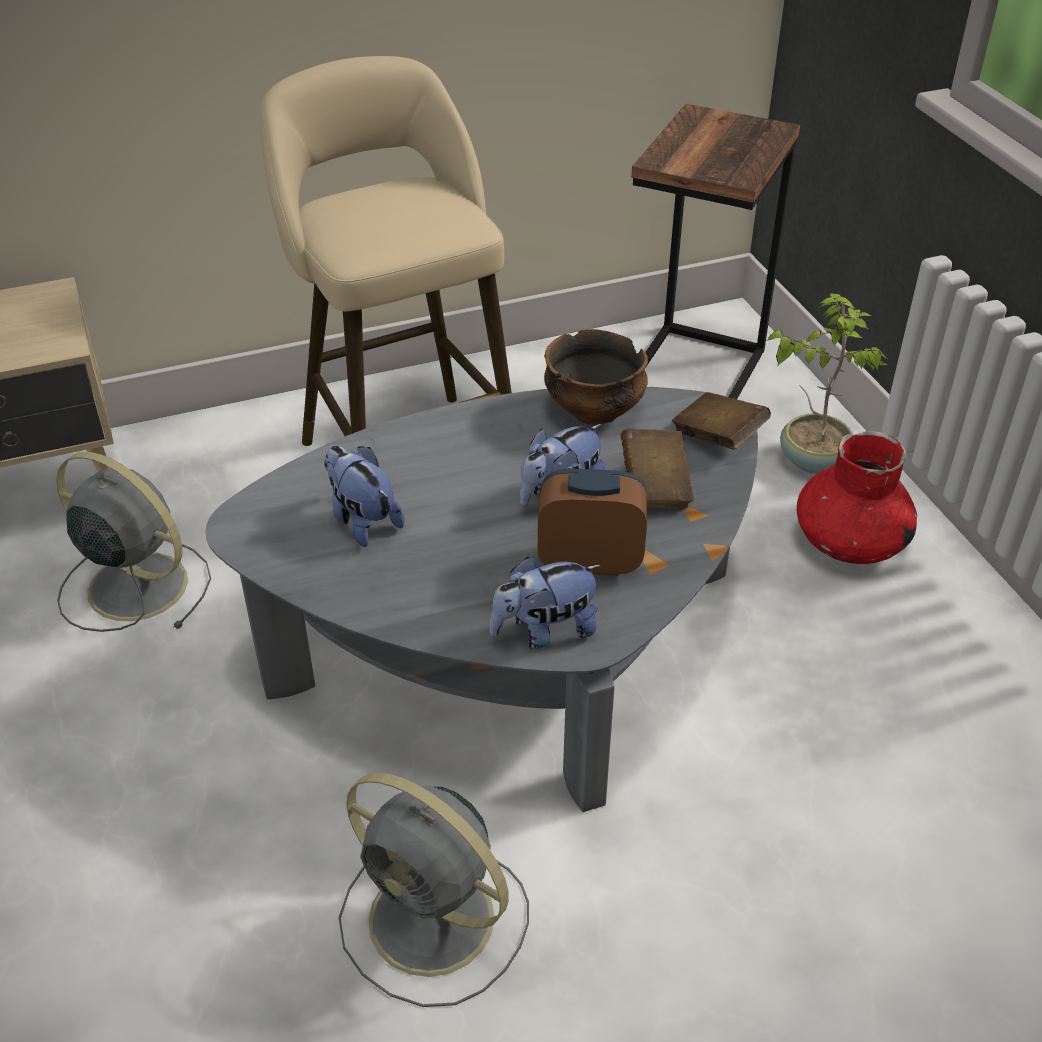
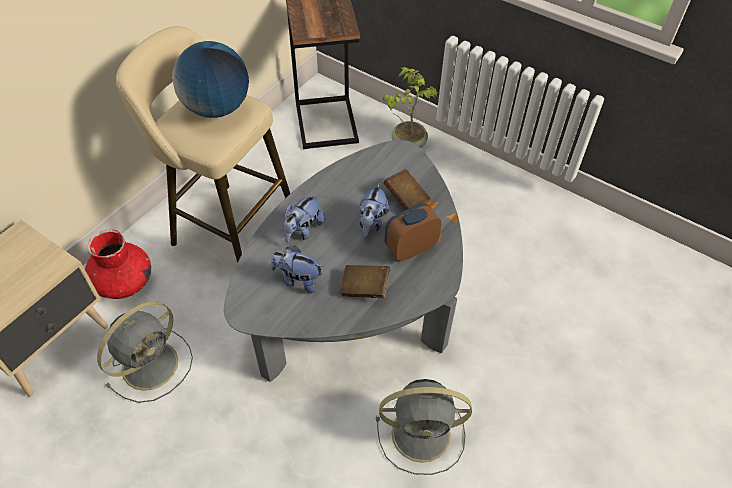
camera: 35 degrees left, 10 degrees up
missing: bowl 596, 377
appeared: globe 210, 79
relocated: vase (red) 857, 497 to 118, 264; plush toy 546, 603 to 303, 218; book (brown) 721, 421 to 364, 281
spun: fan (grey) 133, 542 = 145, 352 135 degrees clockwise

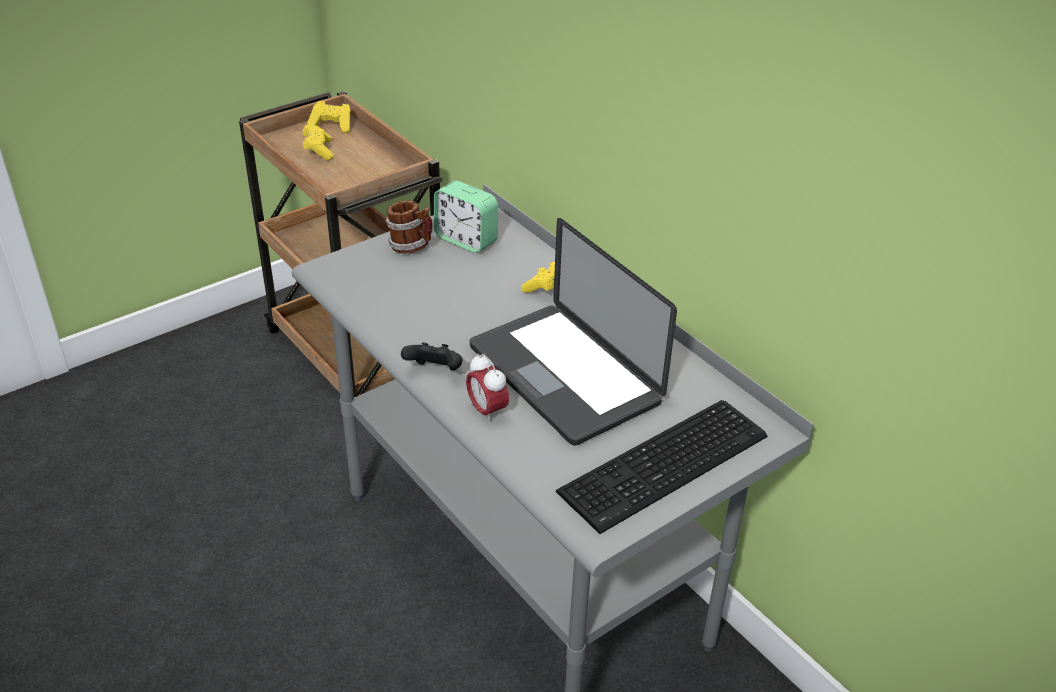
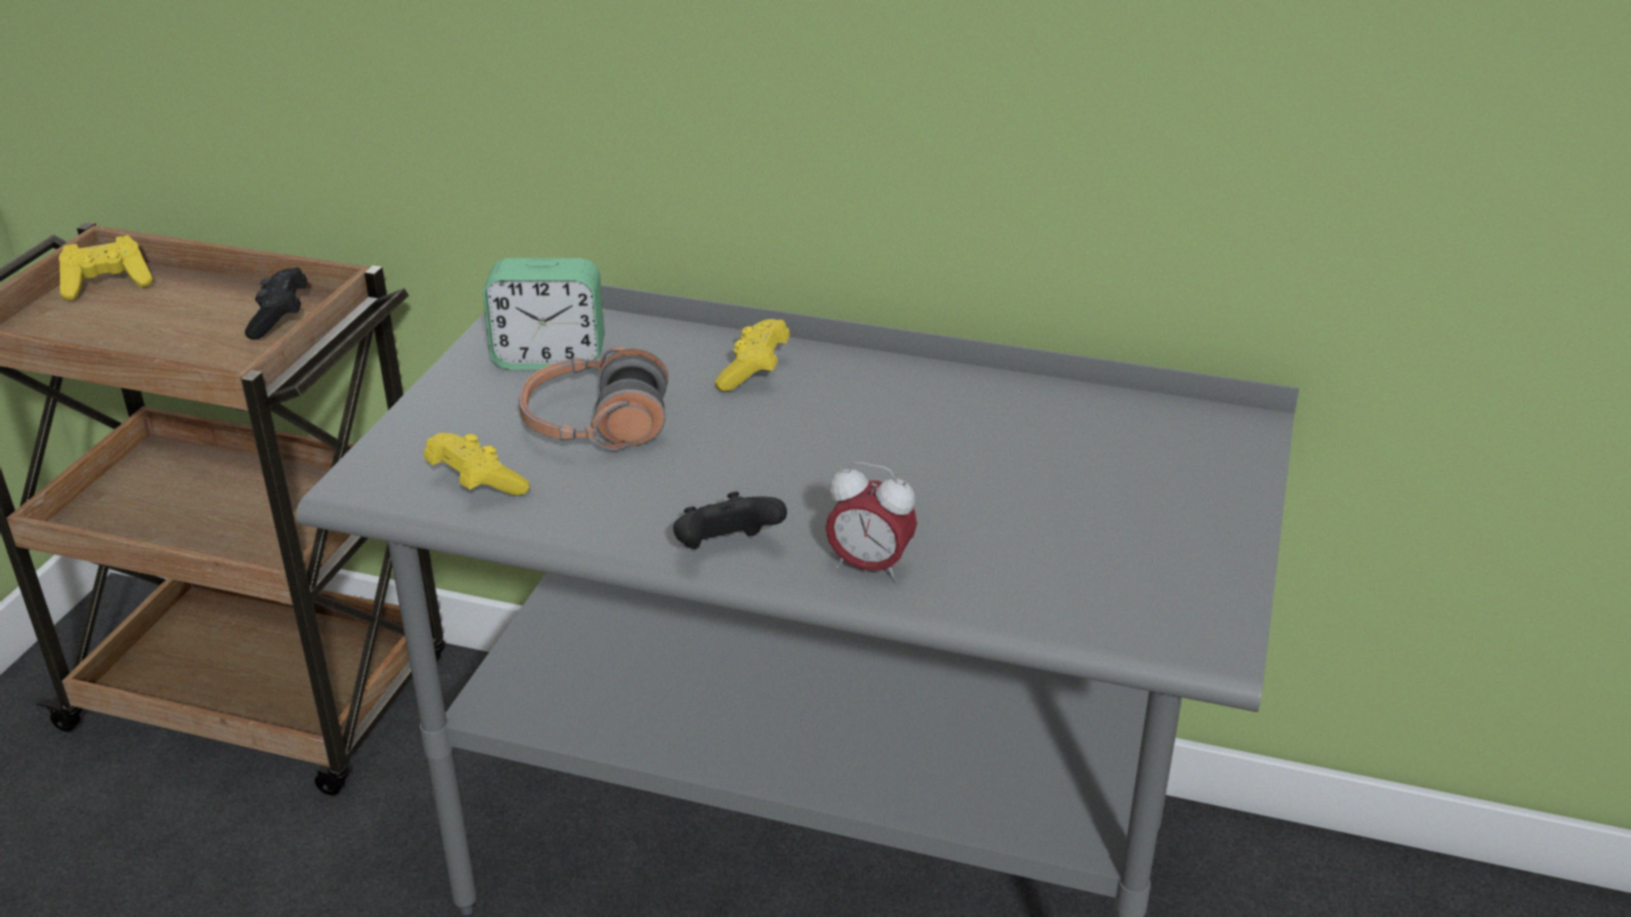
camera: 35 degrees left, 5 degrees down
missing: mug 409, 227; laptop 573, 332; keyboard 661, 467
appeared: game controller (black) 276, 303; headphones 594, 398
relocated: game controller (yellow) 318, 142 to 477, 464

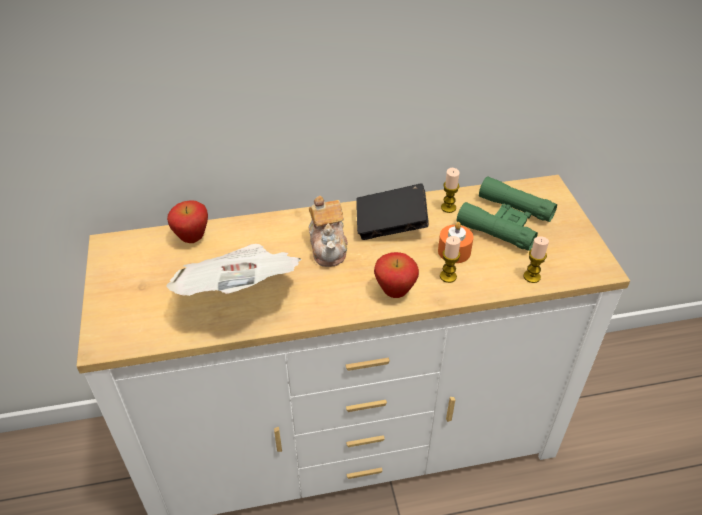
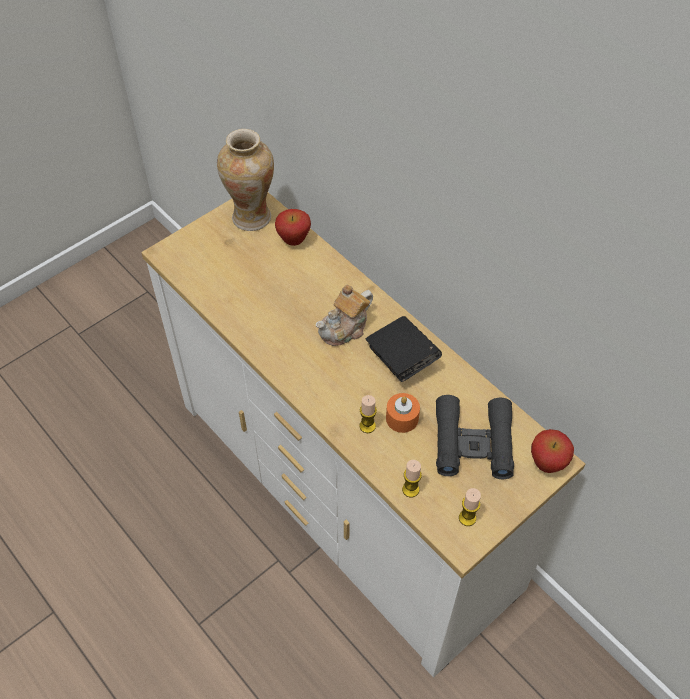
camera: 60 degrees right, 10 degrees up
missing: newspaper 234, 270
appeared: vase 245, 180
relocated: candle 450, 190 to 470, 507; apple 396, 275 to 552, 451
colour: binoculars (green) 507, 213 to binoculars (black) 475, 437

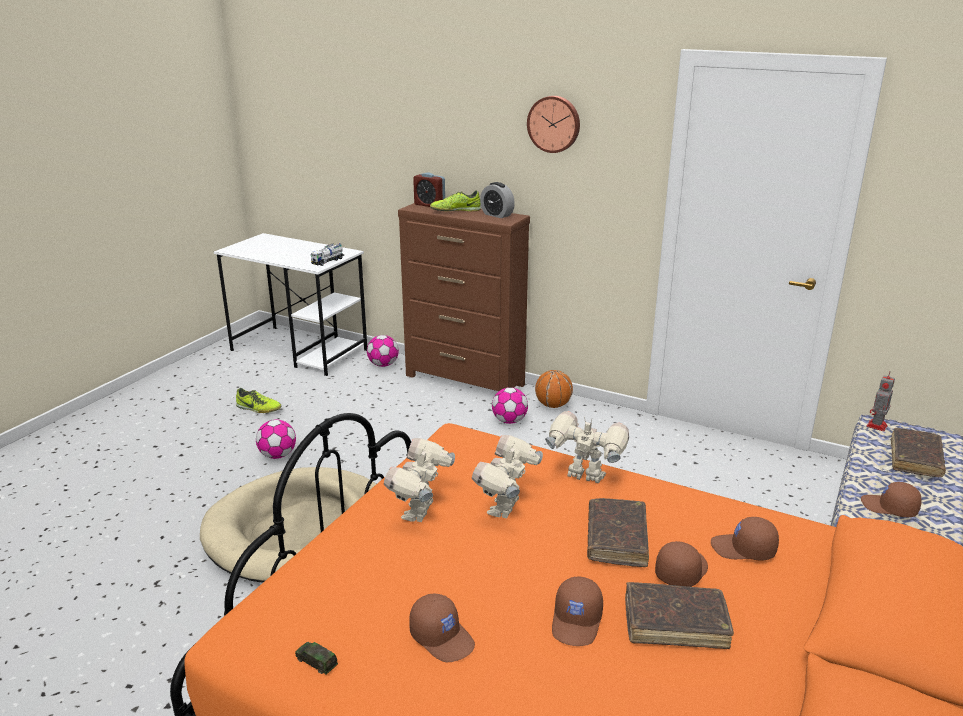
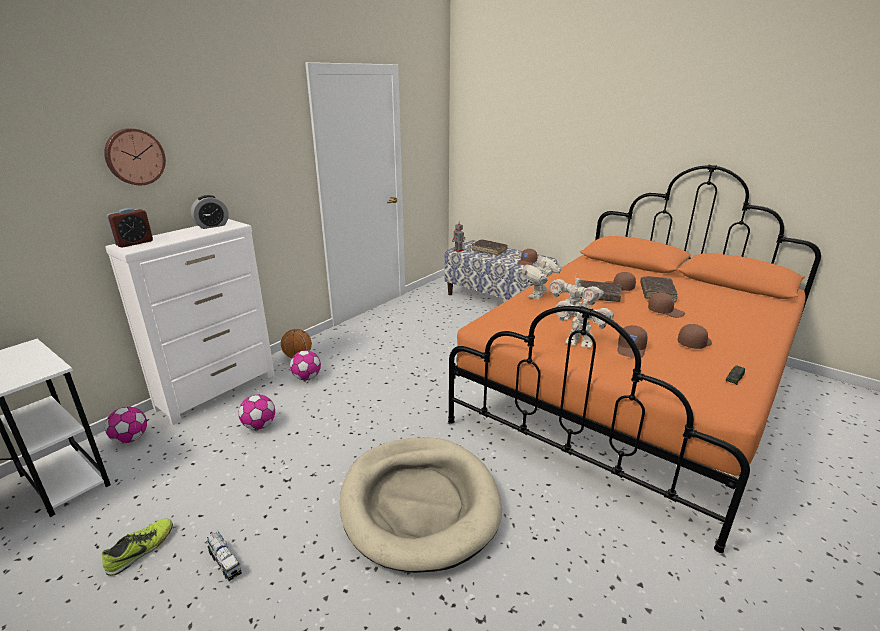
camera: 80 degrees left, 0 degrees up
missing: shoe 455, 200
relocated: wall clock 553, 124 to 135, 156; toy truck 327, 254 to 224, 556; football 276, 439 to 256, 412; cap (brown) 745, 539 to 633, 341
colour: dresser (brown) 464, 297 to dresser (white) 190, 322

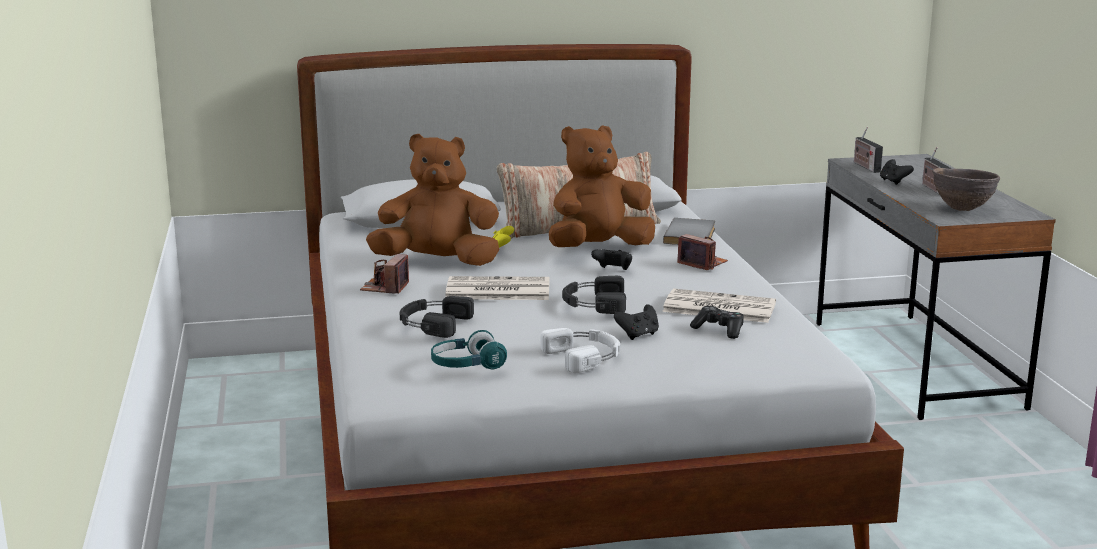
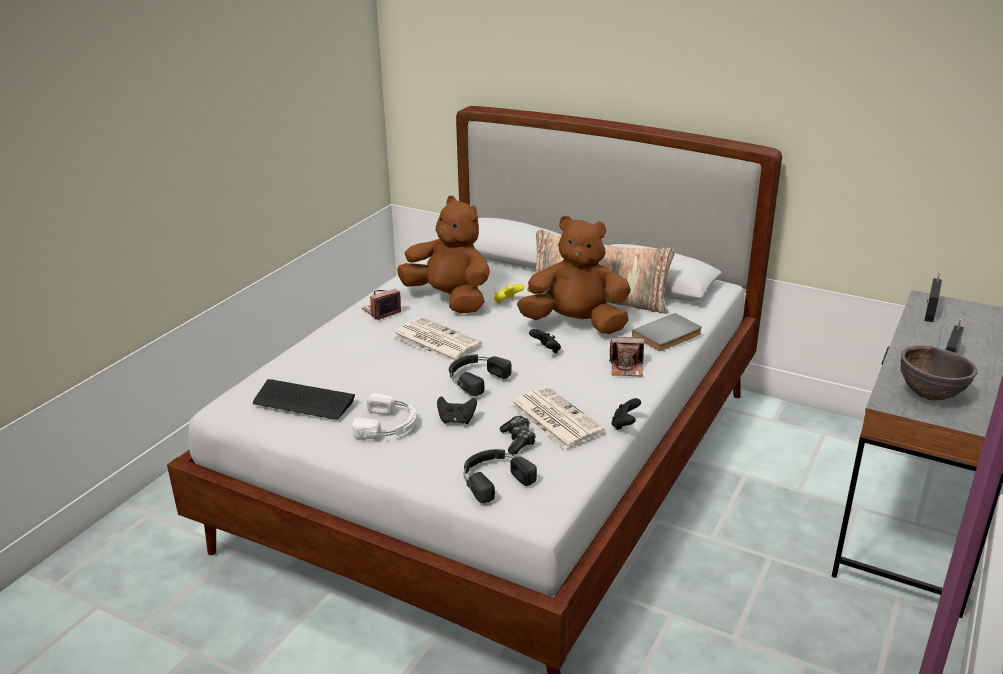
camera: 40 degrees right, 10 degrees up
relocated: headphones (black) 437, 317 to 500, 476; game controller (black) 897, 172 to 626, 414
exchanged: headphones (turquoise) 469, 350 to keyboard 304, 399
spun: photo camera 702, 252 = 626, 356 105 degrees clockwise

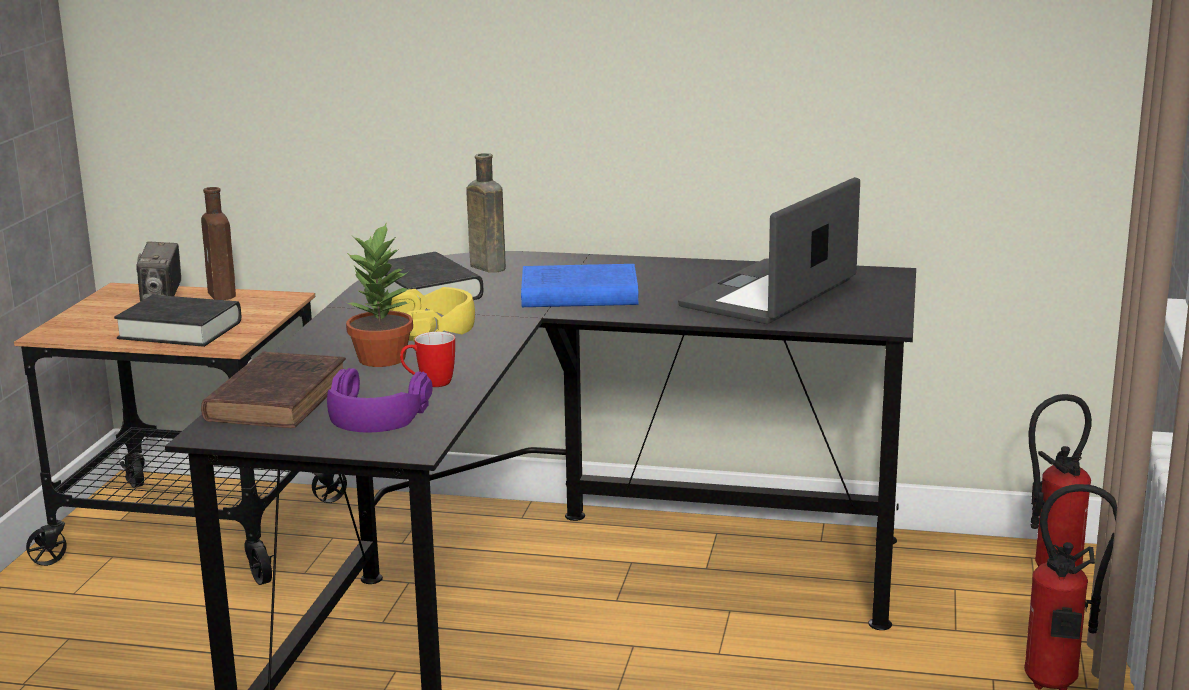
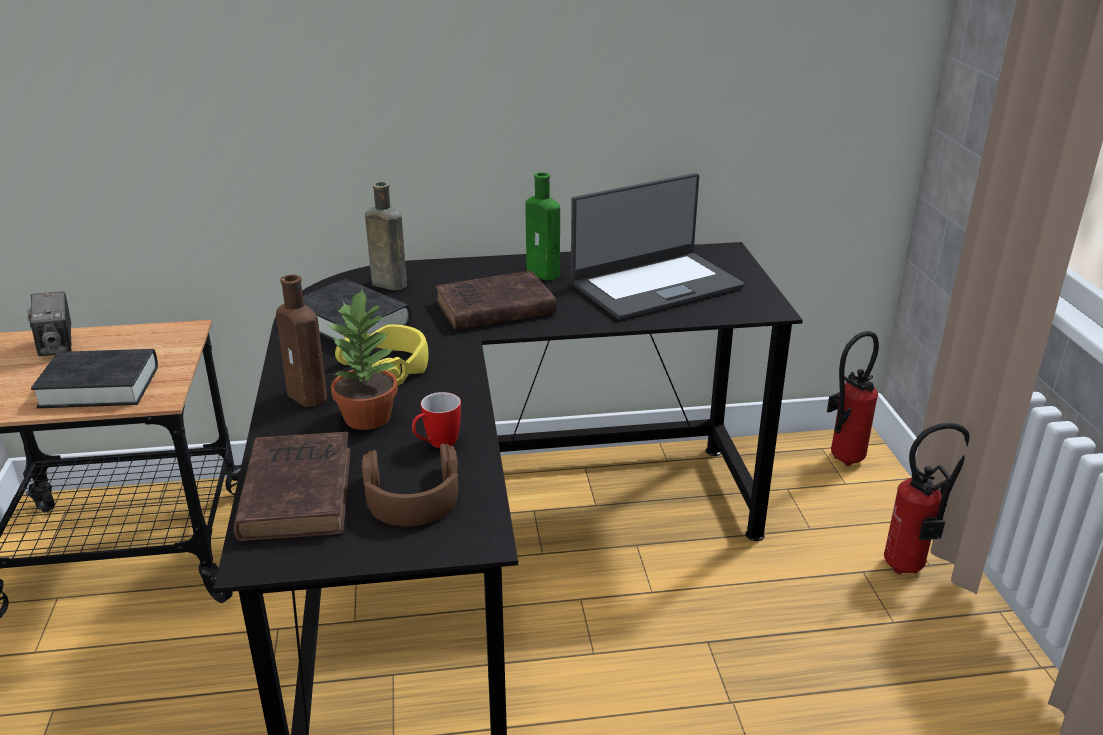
camera: 20 degrees left, 10 degrees up
appeared: bottle (green) 542, 226
relocated: bottle (brown) 218, 243 to 301, 341
colour: headphones (purple) 380, 400 to headphones (brown) 410, 485; book (blue) 580, 285 to book (brown) 495, 300
spun: laptop 769, 250 = 657, 246 135 degrees counterclockwise

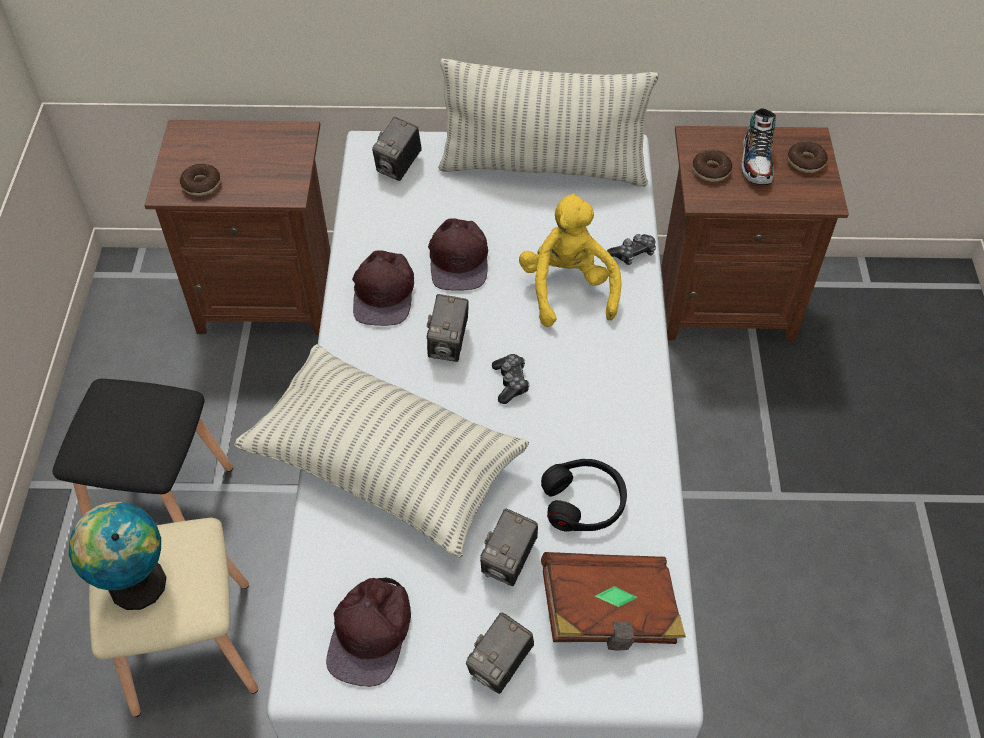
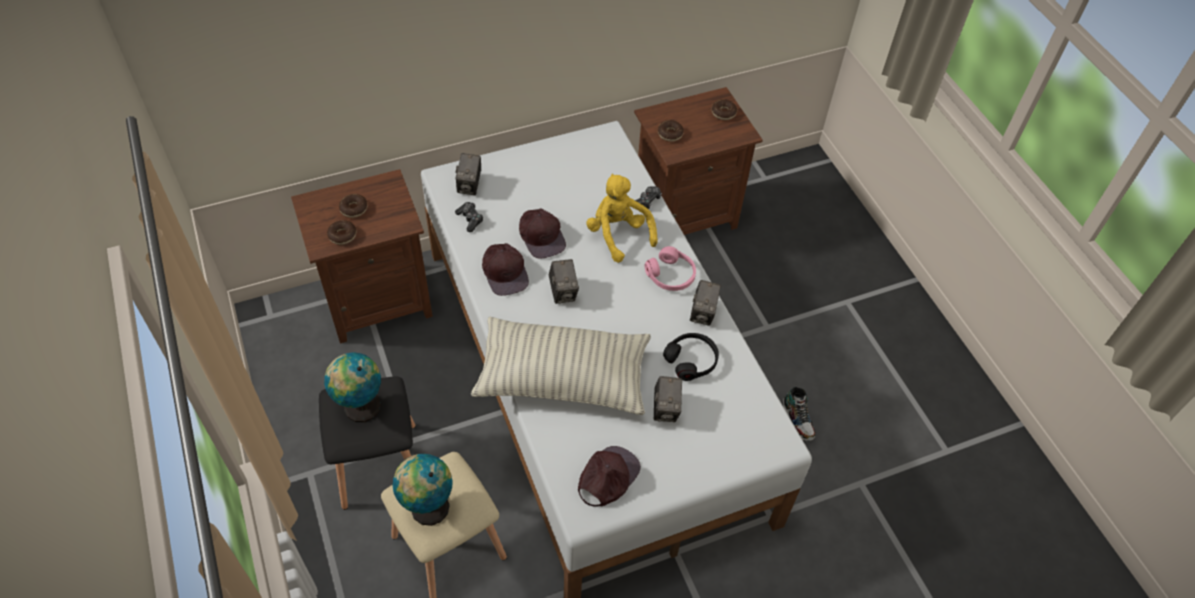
camera: 25 degrees left, 0 degrees up
missing: pillow 548, 122; book (brown) 613, 601
appeared: globe 352, 387; donut 353, 206; headphones (pink) 670, 268
relocated: game controller 511, 379 to 469, 217; photo camera 500, 653 to 705, 303; shoe 758, 146 to 799, 414
spun: cap (brown) 368, 632 = 609, 476 135 degrees counterclockwise

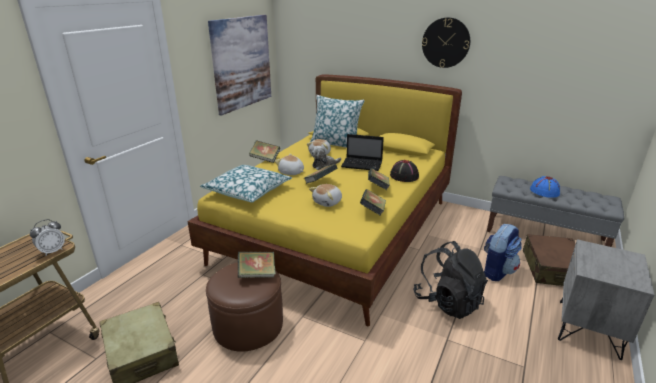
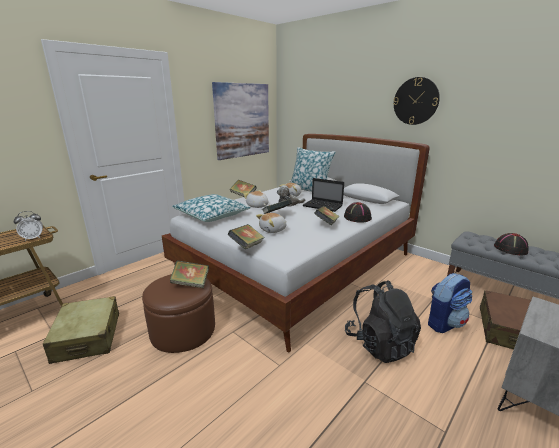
camera: 15 degrees right, 5 degrees down
relocated: book 373, 202 to 246, 236
colour: bed (yellow) 324, 200 to bed (white) 296, 243; hat (blue) 545, 187 to hat (black) 511, 244

